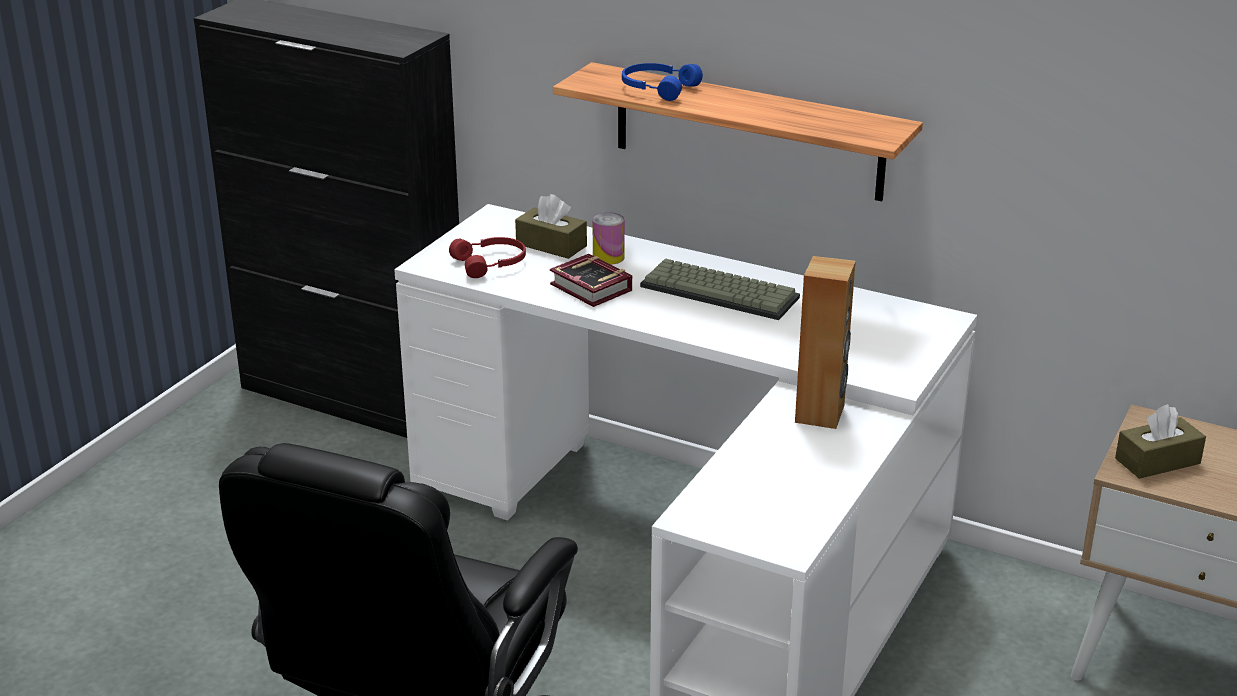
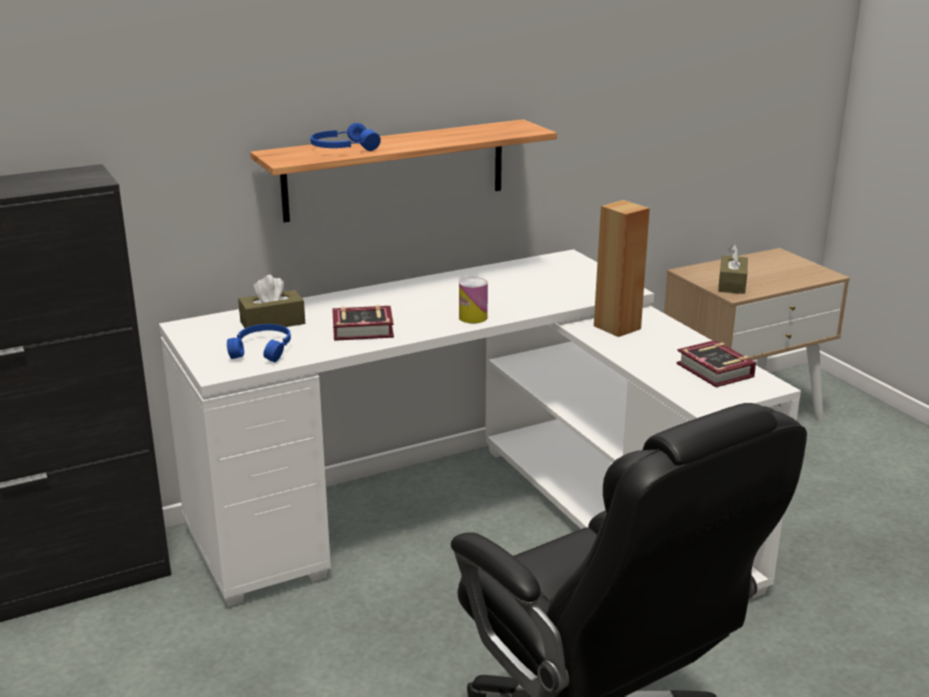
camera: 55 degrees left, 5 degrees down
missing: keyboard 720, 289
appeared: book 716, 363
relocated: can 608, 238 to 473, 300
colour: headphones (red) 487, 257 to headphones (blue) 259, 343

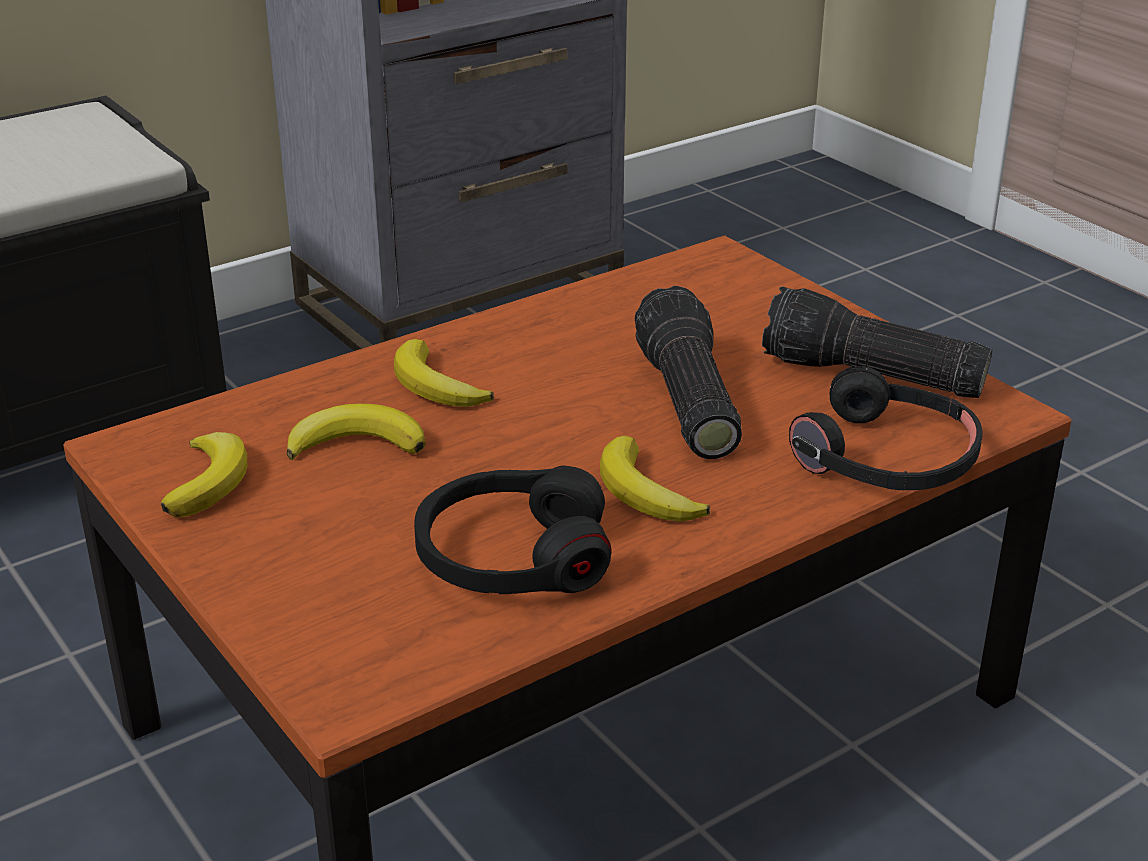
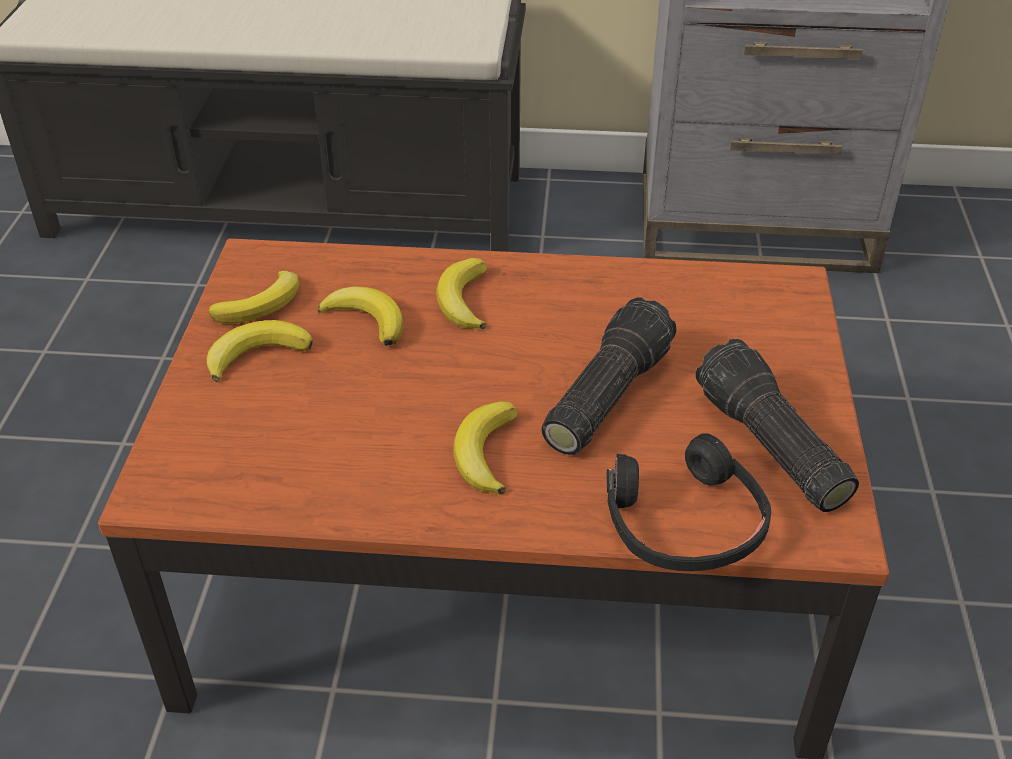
camera: 40 degrees right, 10 degrees up
missing: headphones (black) 512, 530
appeared: banana 259, 351

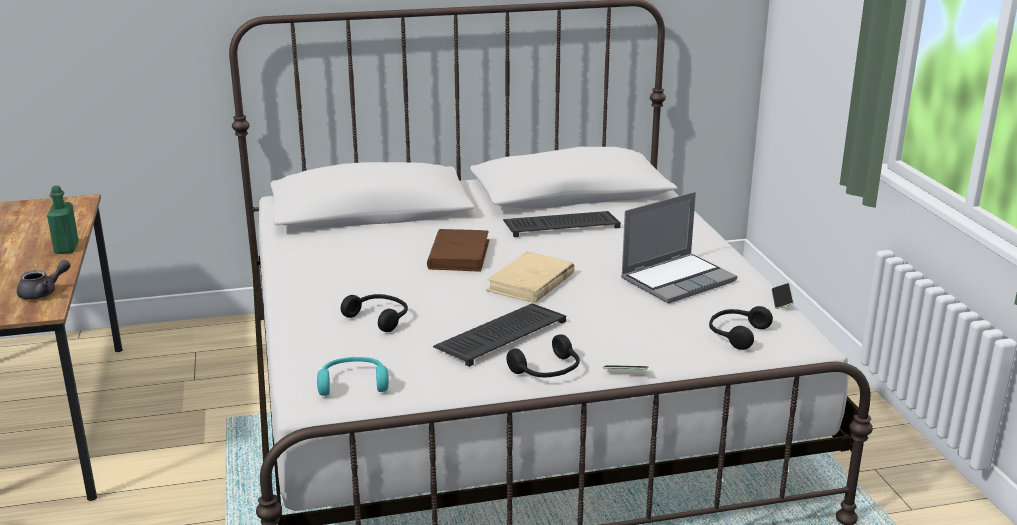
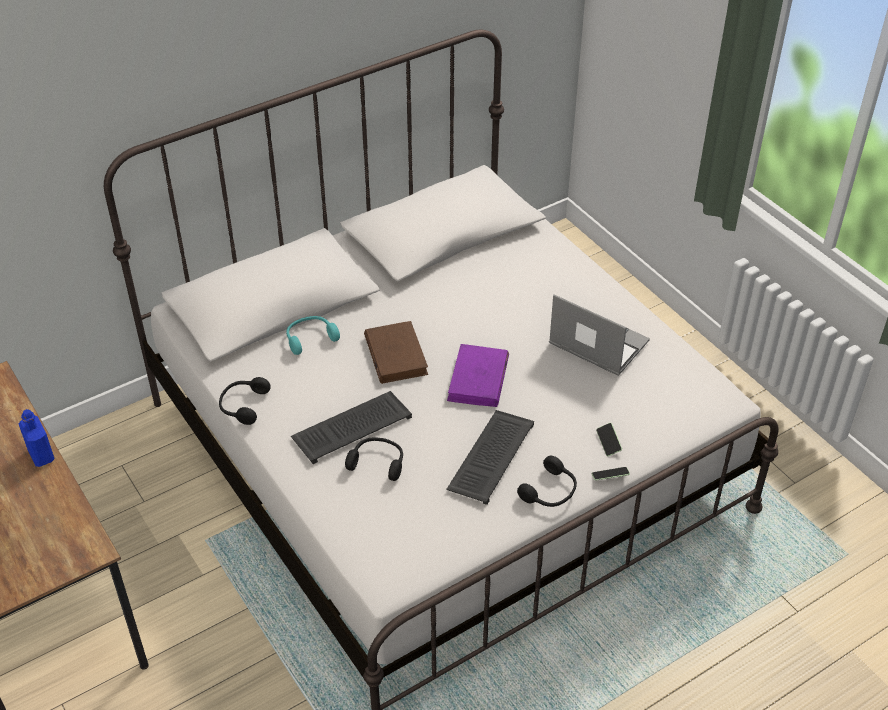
camera: 20 degrees left, 20 degrees up
missing: teapot (grey) 44, 280
relocated: headphones (black) 741, 328 to 245, 401; headphones (turquoise) 353, 376 to 313, 335; keyboard 562, 224 to 351, 427; phone 783, 296 to 609, 439
colour: bottle (green) 63, 220 to bottle (blue) 37, 438; book (beige) 530, 277 to book (purple) 478, 375
spun: laptop 679, 248 = 599, 335 90 degrees counterclockwise

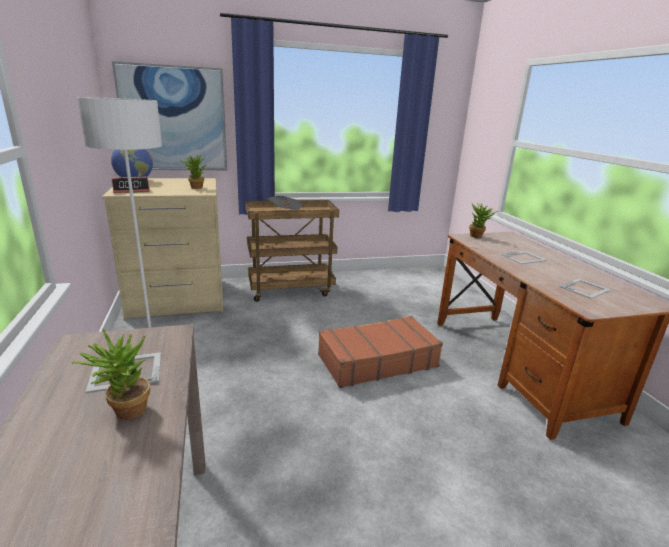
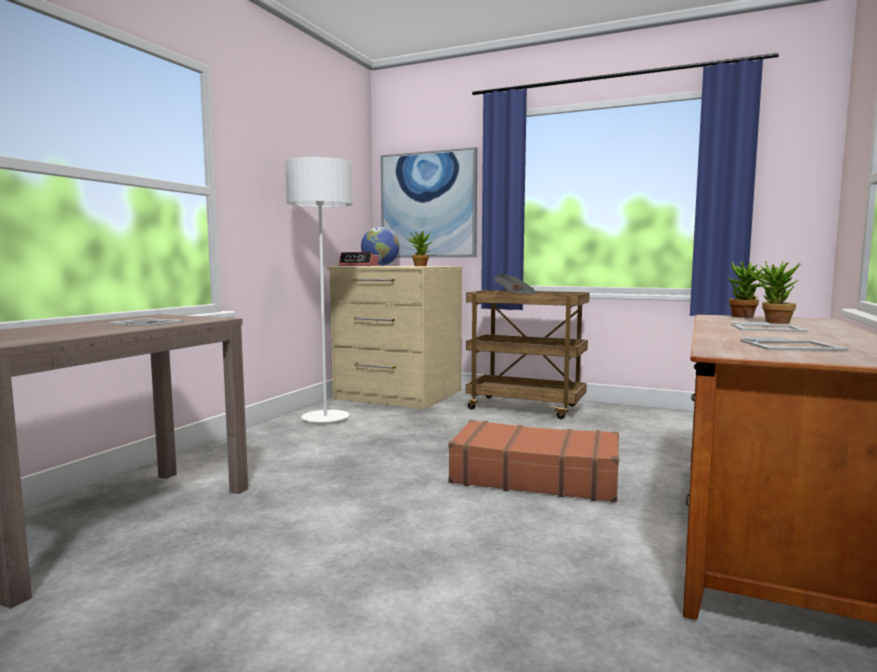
camera: 40 degrees right, 15 degrees down
relocated: potted plant 110, 374 to 775, 292

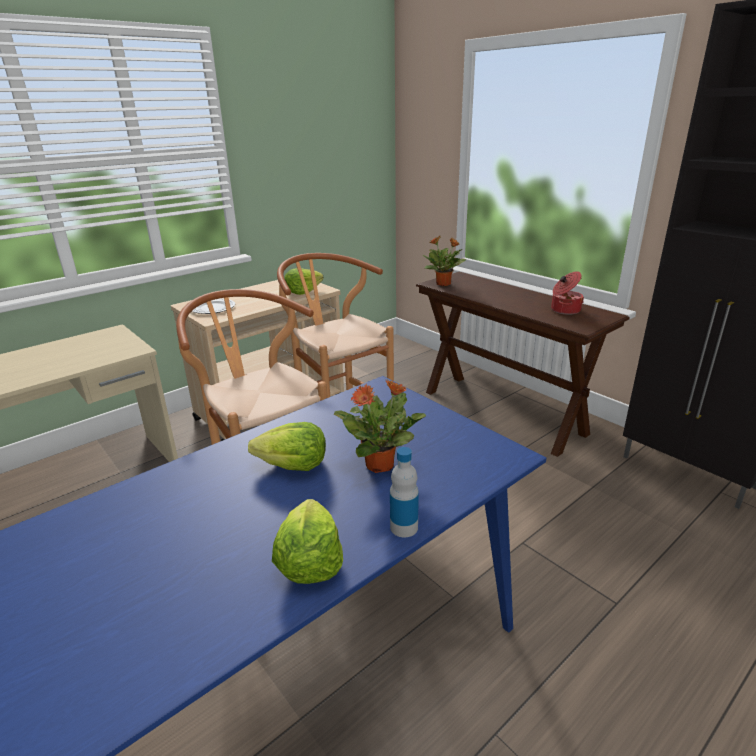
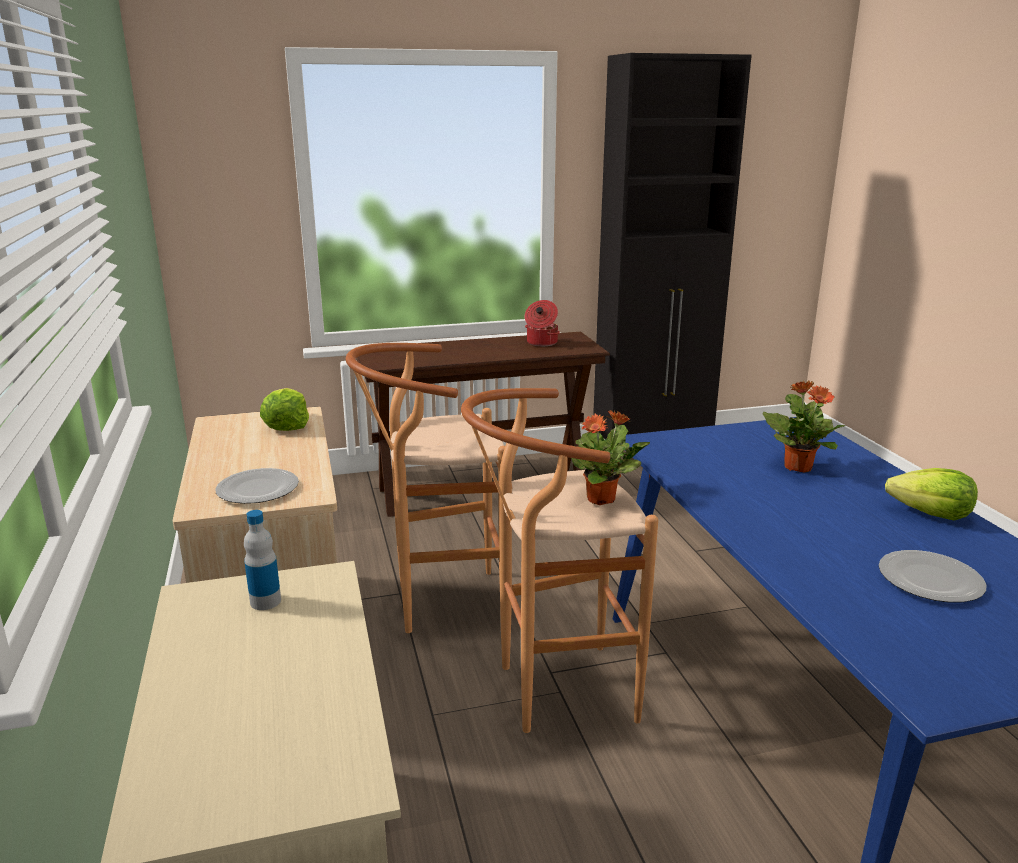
camera: 65 degrees left, 5 degrees down
missing: lettuce 287, 446
appeared: plate 933, 576
relocated: bottle 404, 492 to 262, 560; potted plant 444, 261 to 610, 457

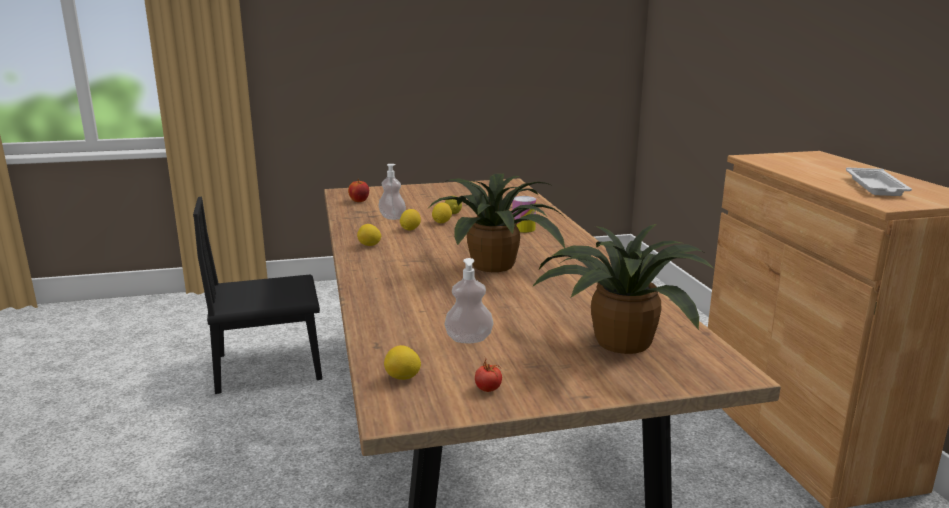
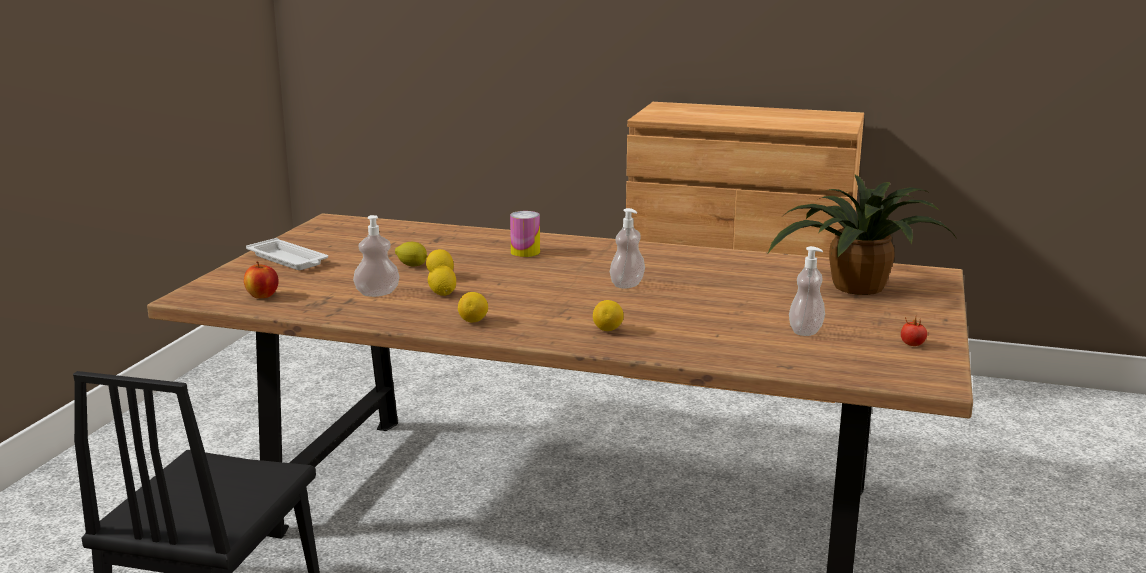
camera: 60 degrees left, 0 degrees up
relocated: tray (white) 879, 182 to 287, 254; lemon 402, 362 to 608, 315
exchanged: potted plant 497, 222 to soap dispenser 627, 248

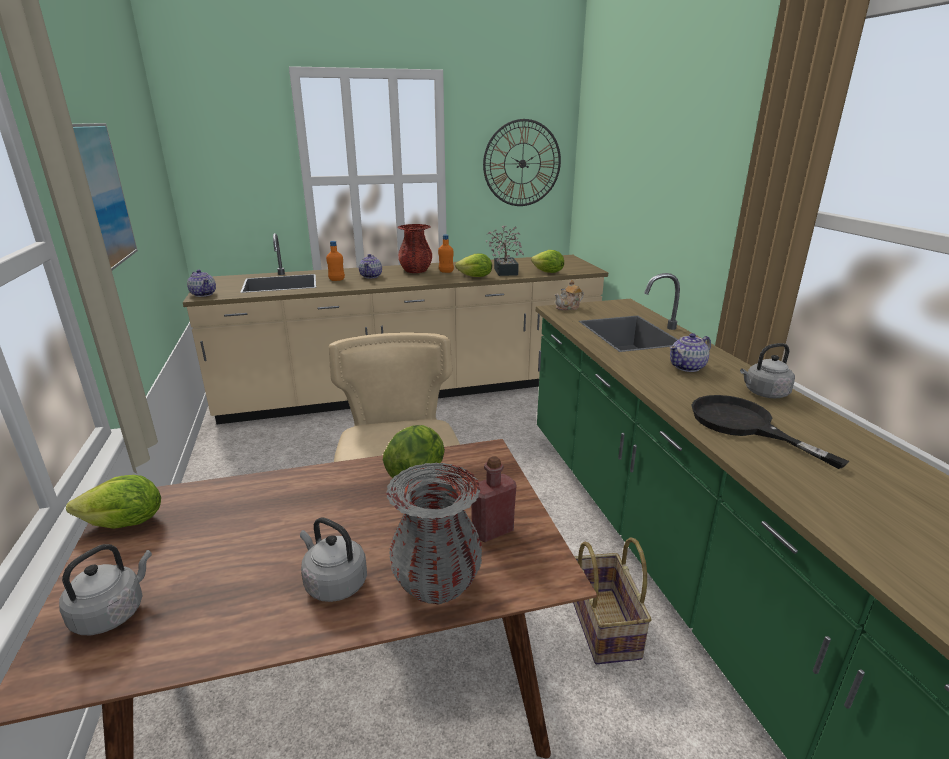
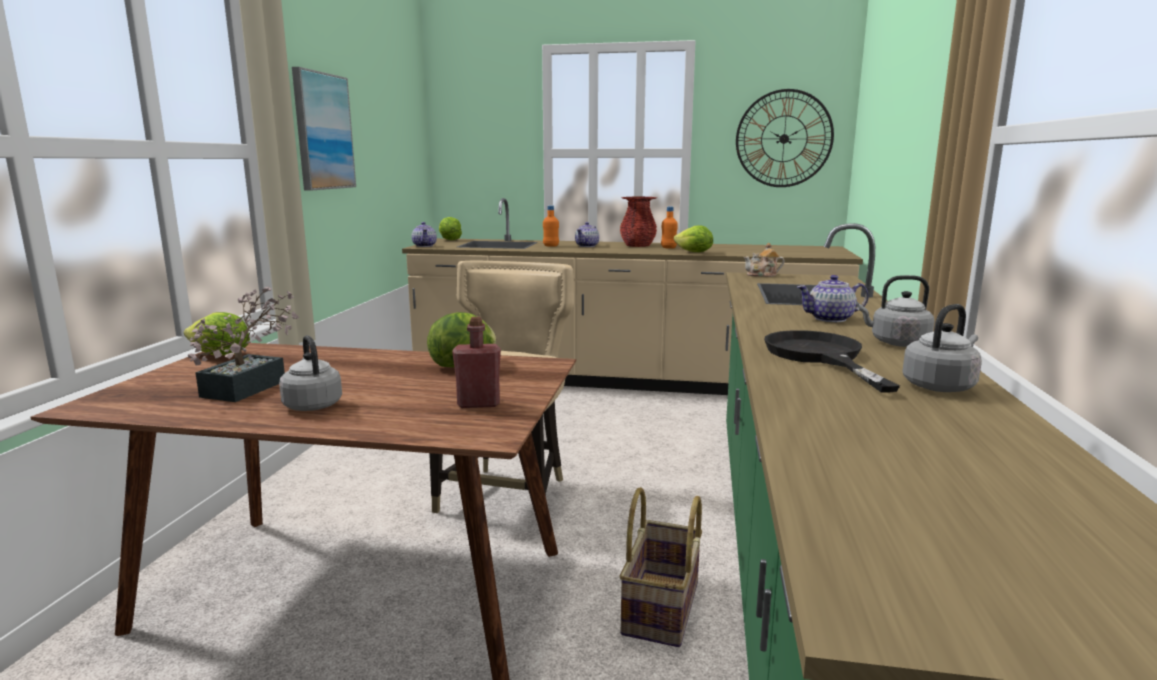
camera: 25 degrees right, 10 degrees down
missing: vase (grey) 434, 533
relocated: potted plant 505, 251 to 243, 344; lettuce 547, 261 to 450, 228; kettle (grey) 105, 589 to 942, 348

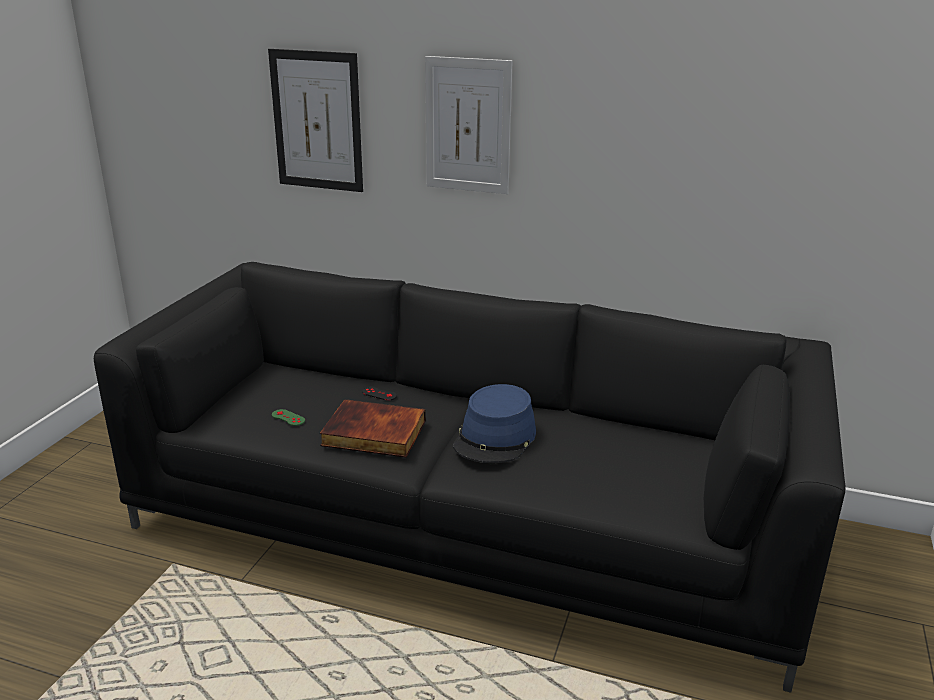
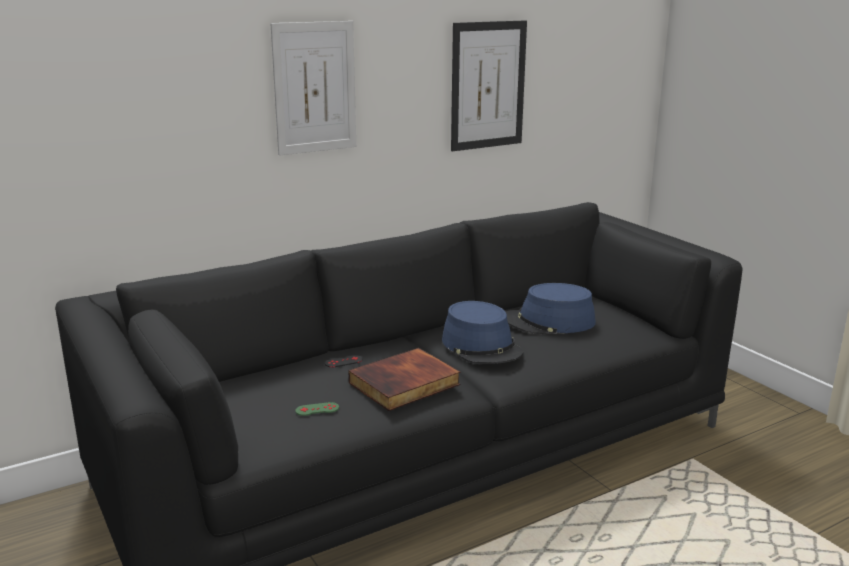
camera: 50 degrees left, 5 degrees down
appeared: hat (blue) 551, 308
relocated: picture 315, 120 to 489, 85

